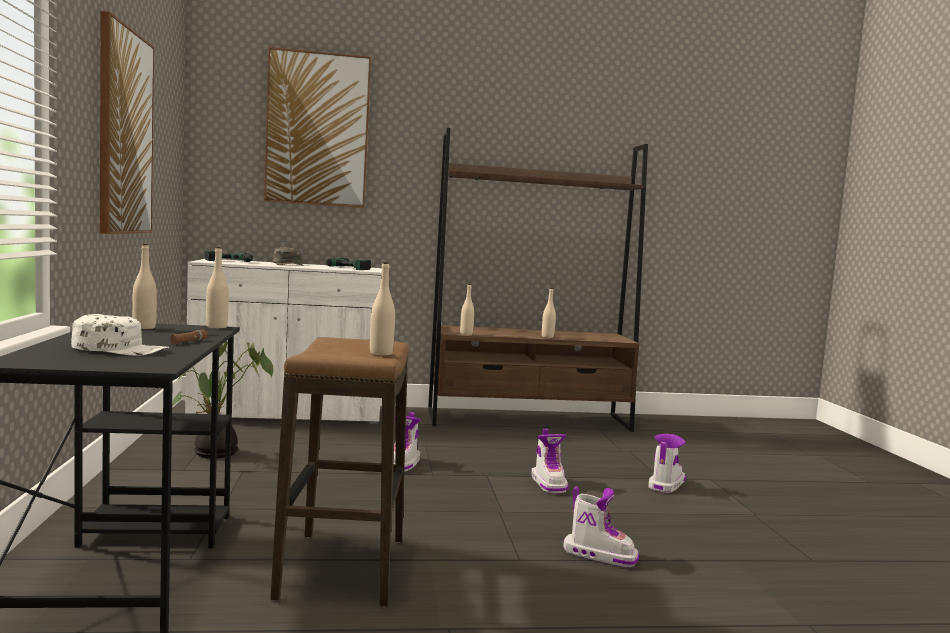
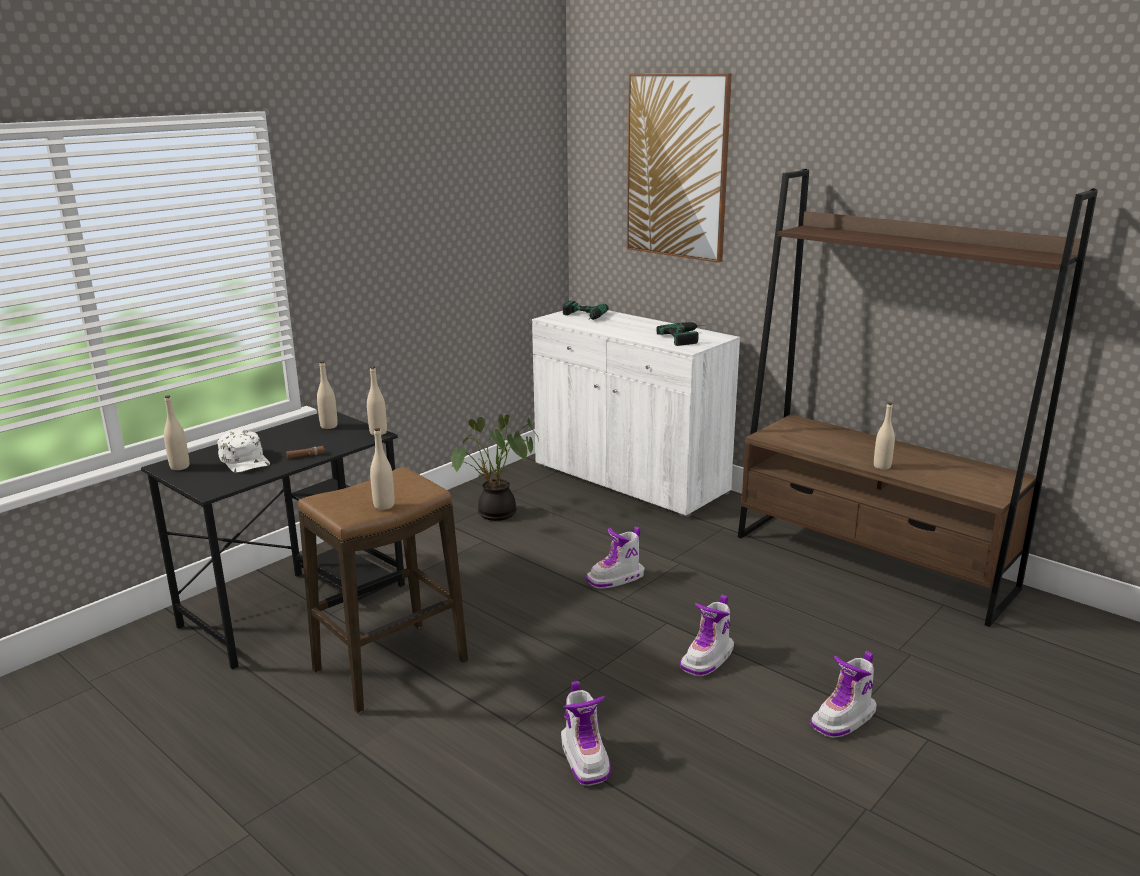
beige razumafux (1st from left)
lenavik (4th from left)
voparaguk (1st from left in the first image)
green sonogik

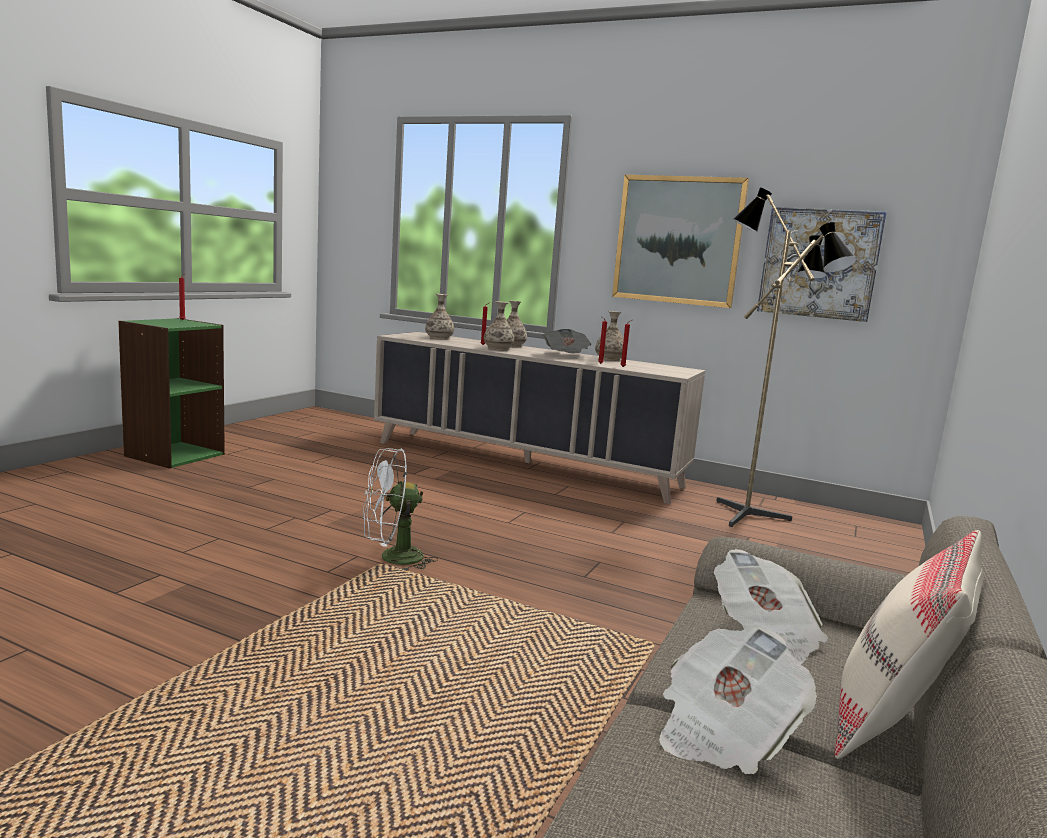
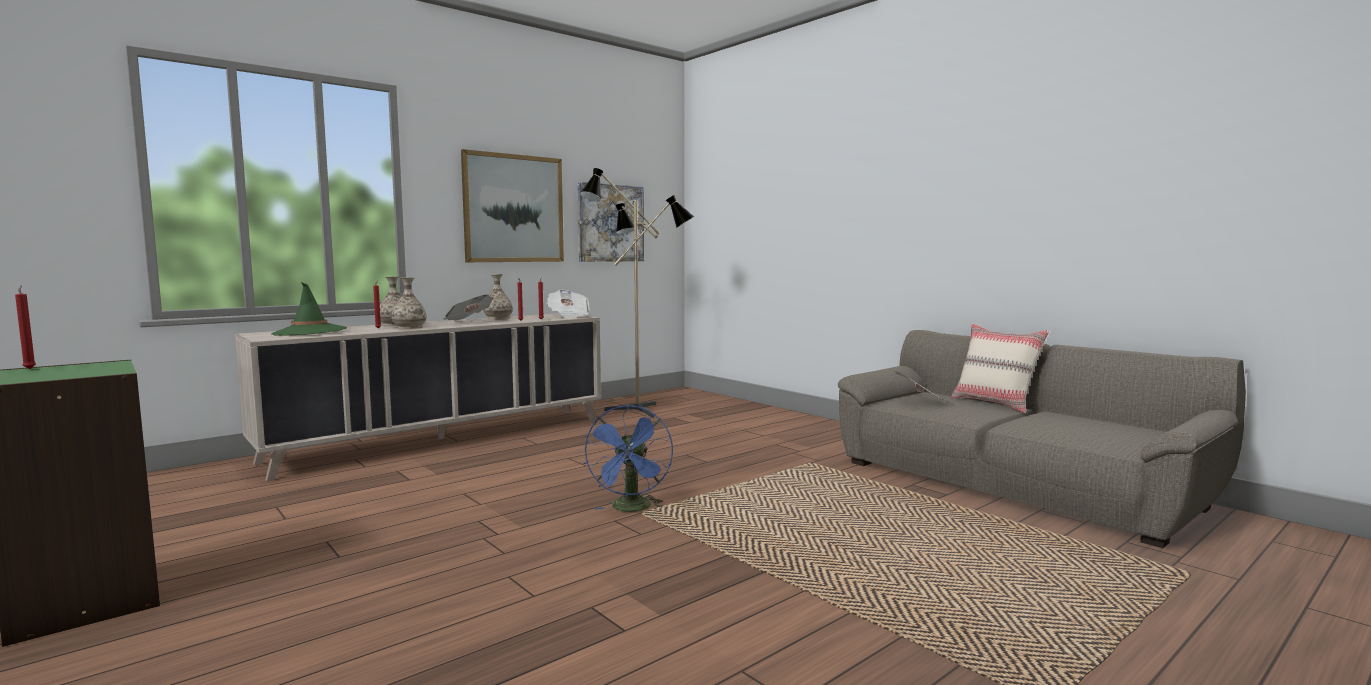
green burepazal
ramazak (2nd from left)
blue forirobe

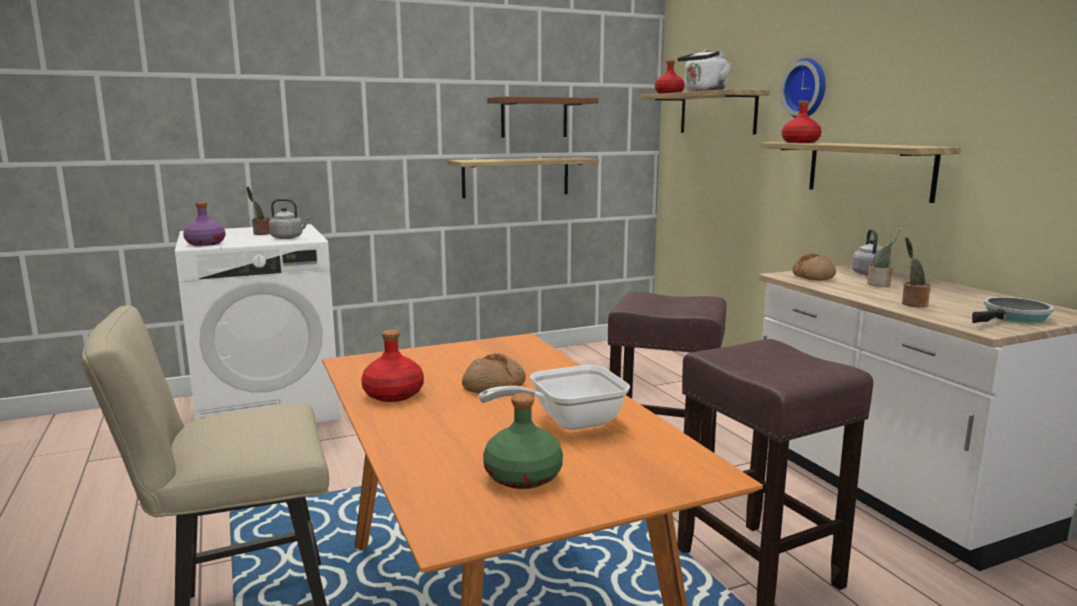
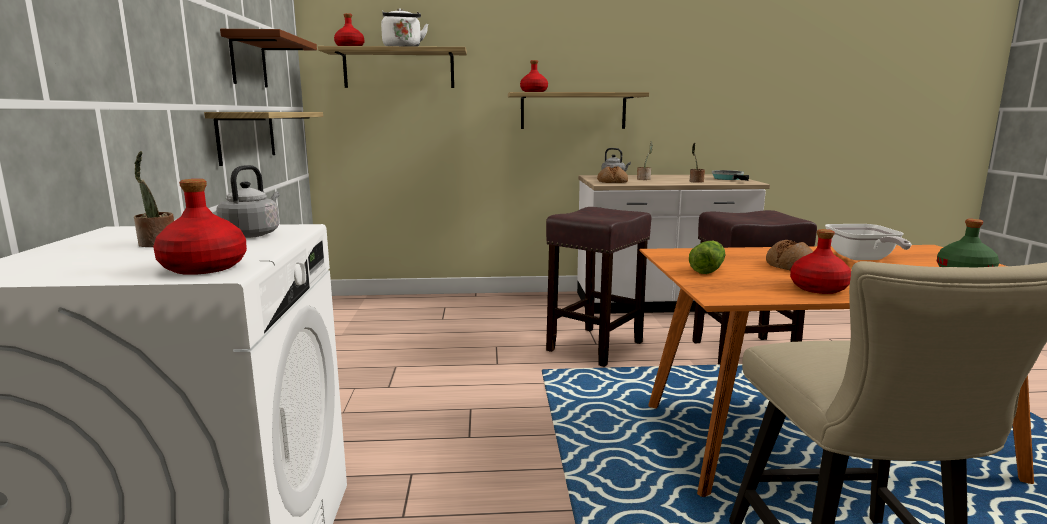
red razumafux (1st from left)
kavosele
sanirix

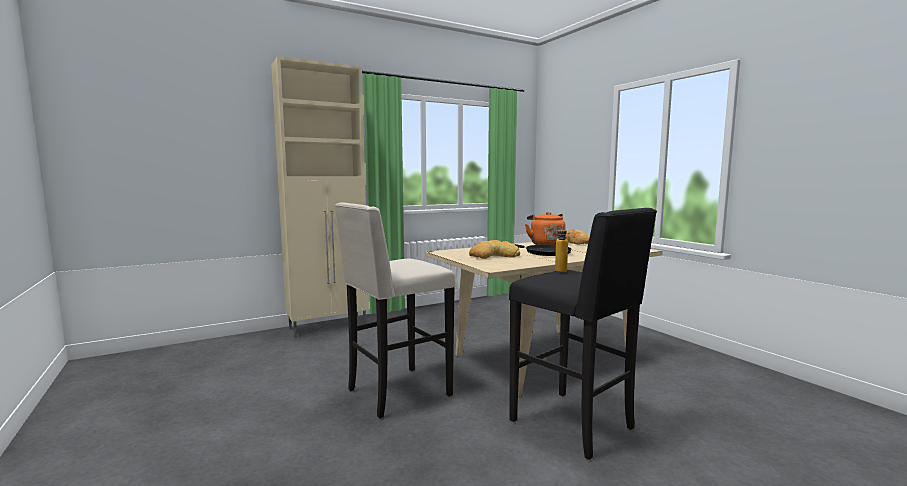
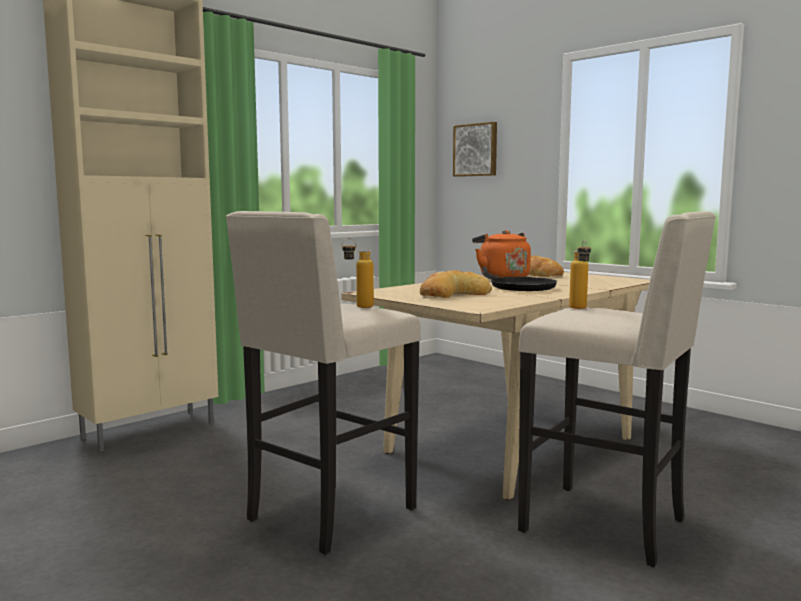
razumafux (1st from left)
voparaguk
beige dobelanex (2nd from left)

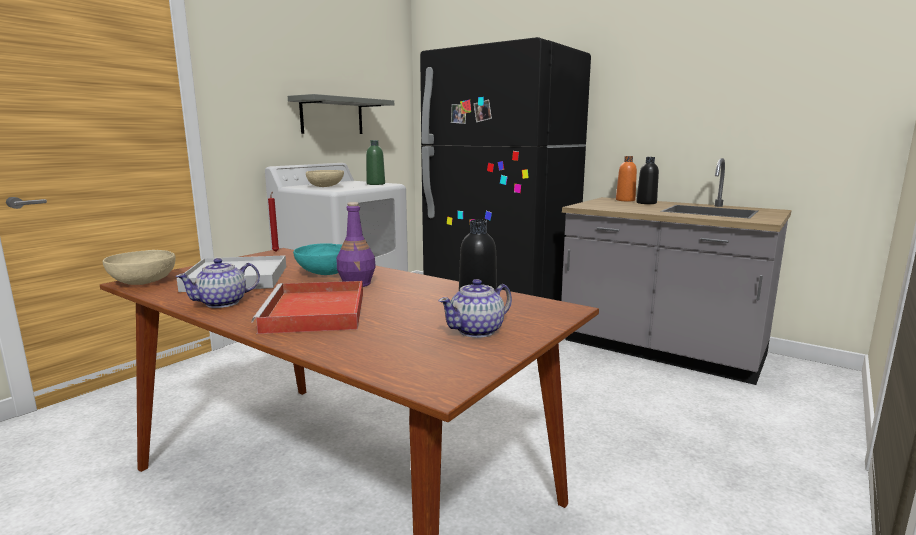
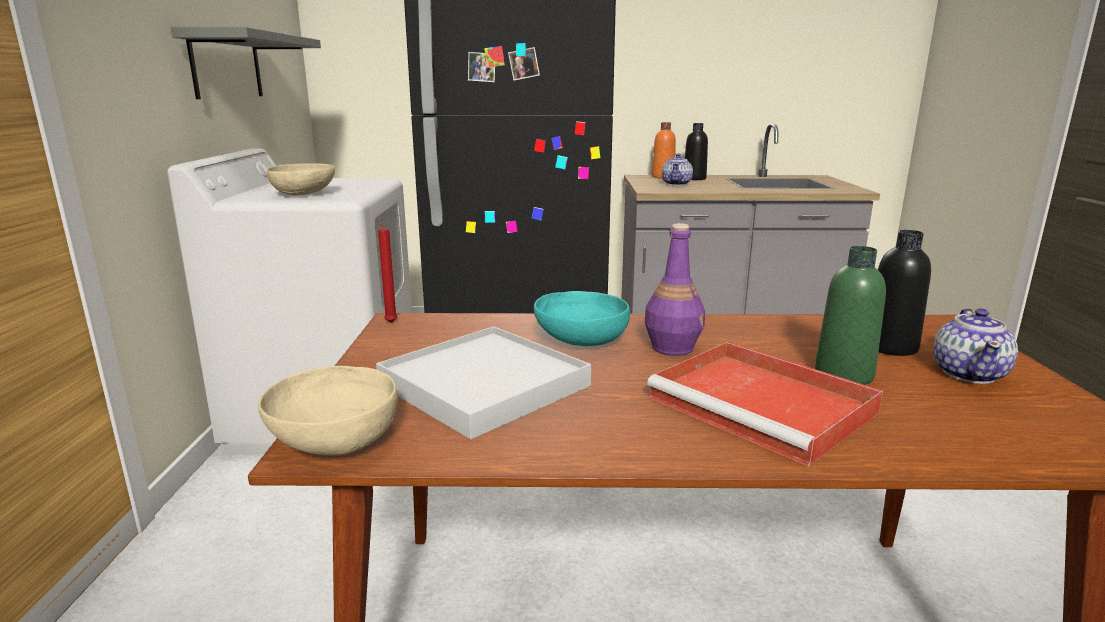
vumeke (1st from left)
green razumafux

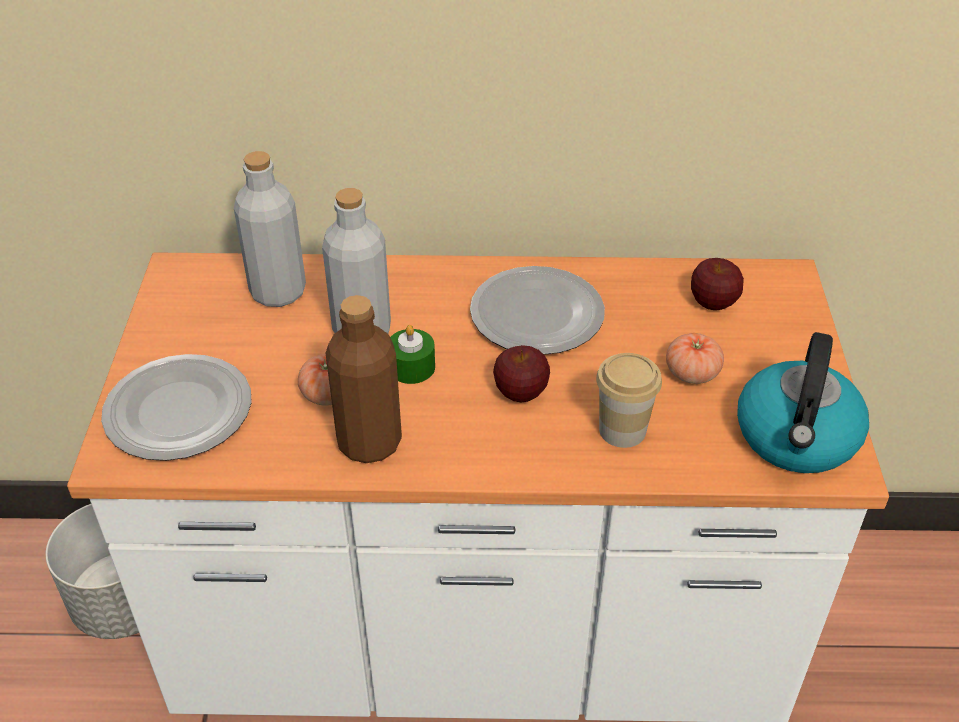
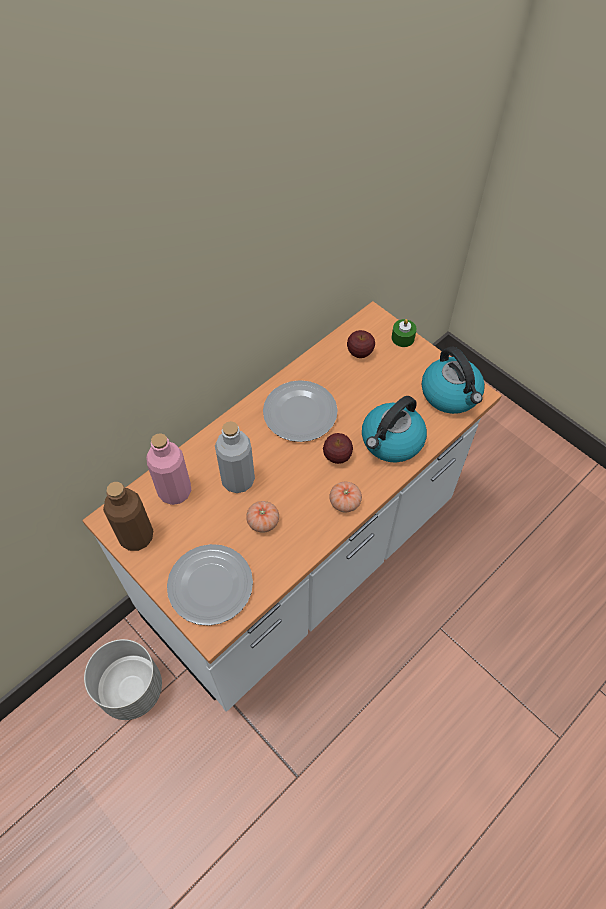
brown razumafux
pink razumafux
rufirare (2nd from left)
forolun (1st from left)
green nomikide

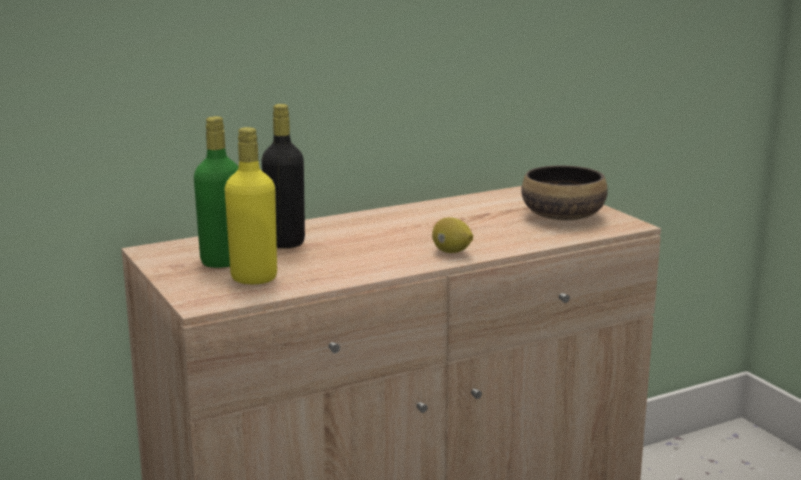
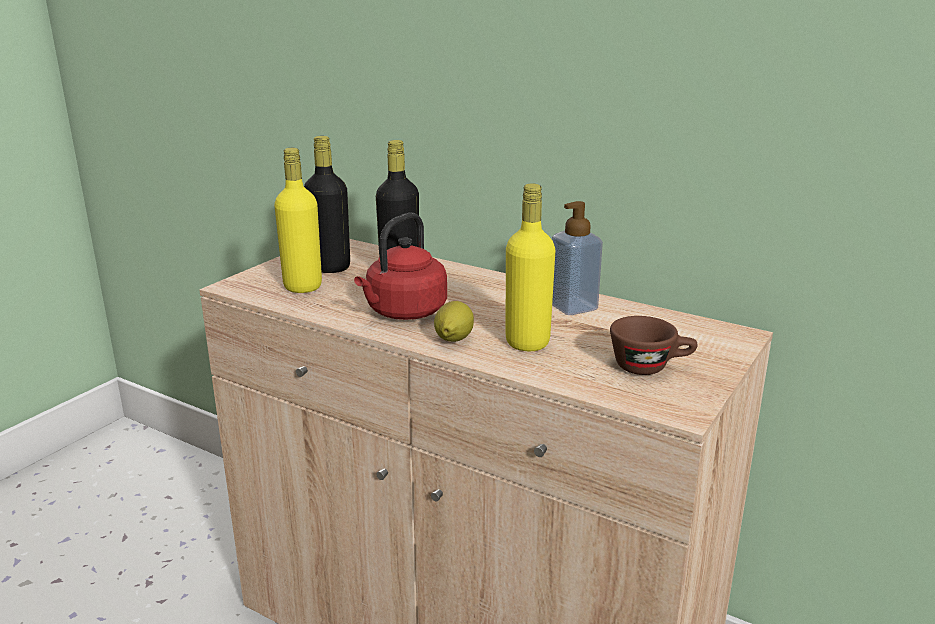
black razumafux (1st from left)
red forolun
yellow razumafux (2nd from left)
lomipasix
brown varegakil

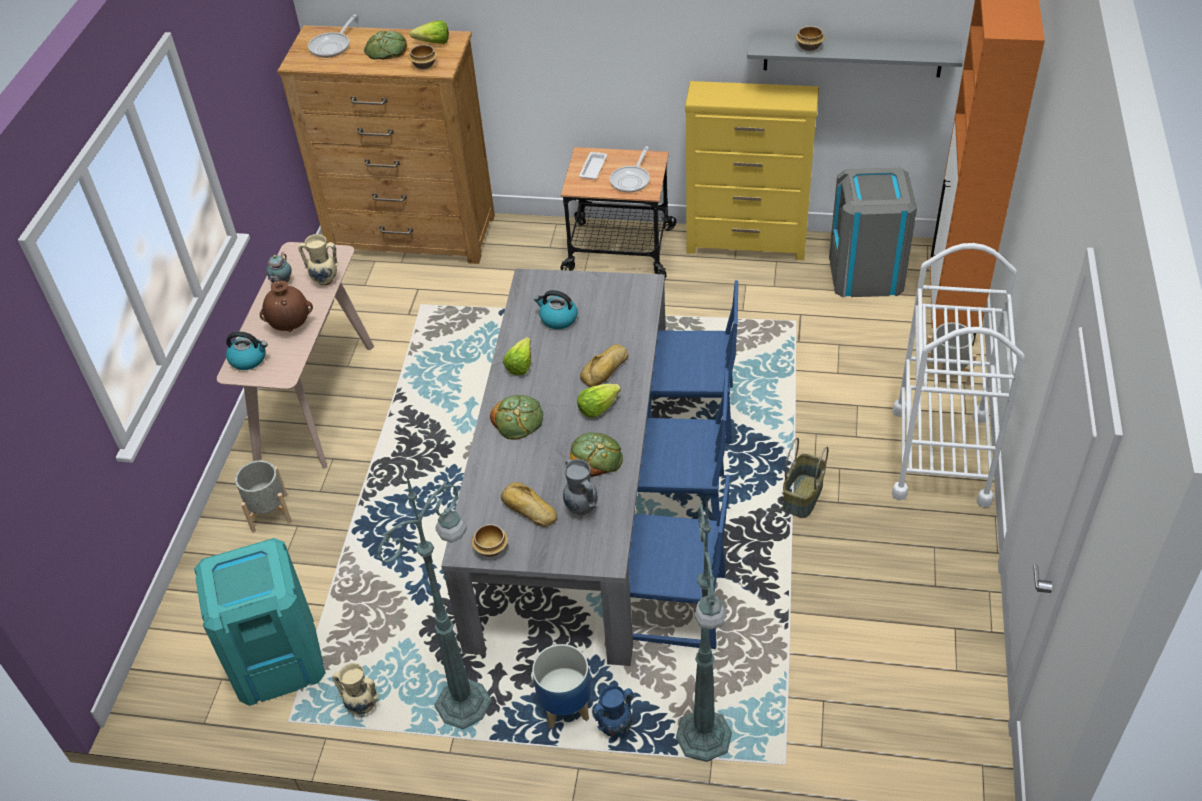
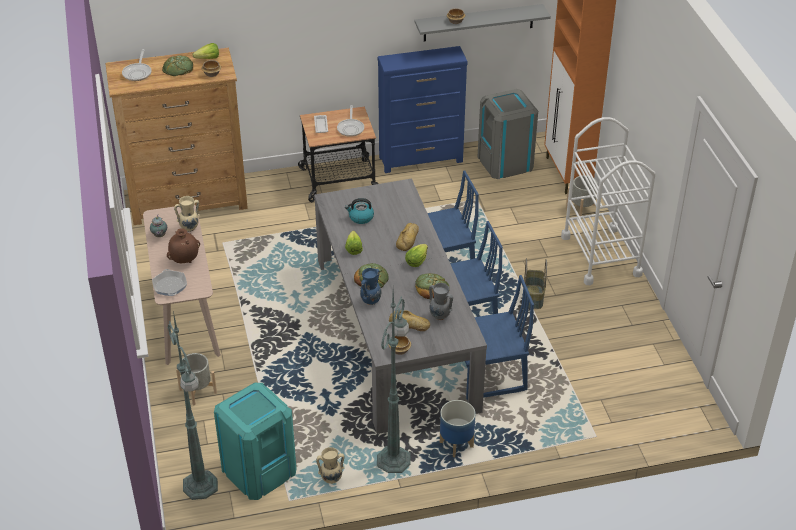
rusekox (2nd from left)
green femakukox (1st from left)
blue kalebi
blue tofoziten

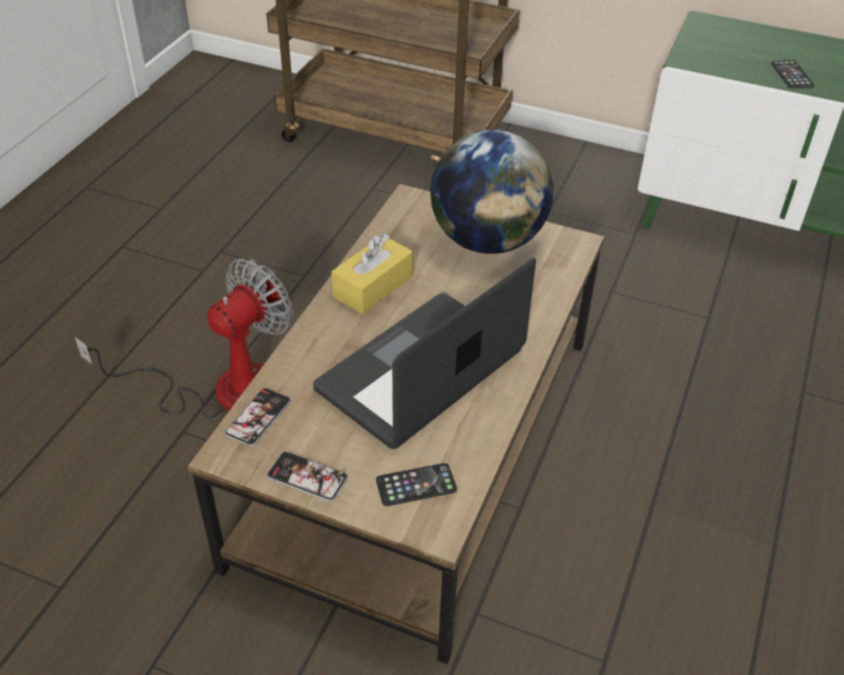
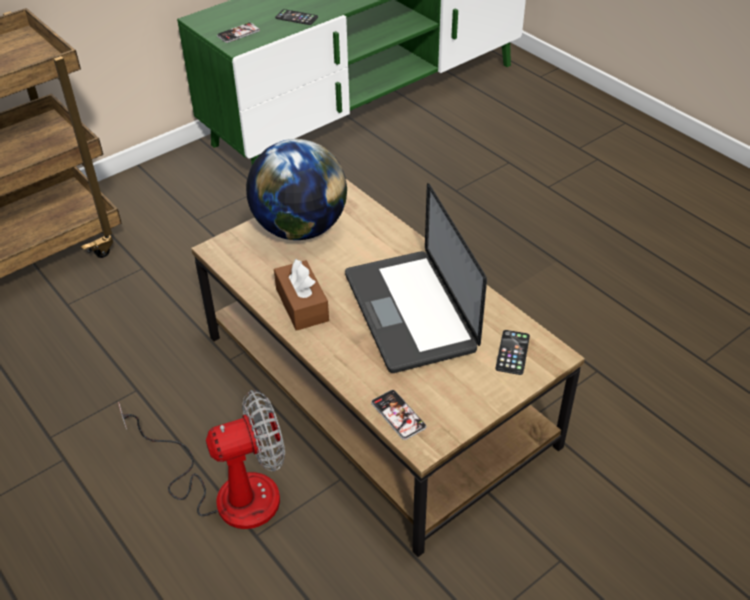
forirobe
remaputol (1st from left)
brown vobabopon

